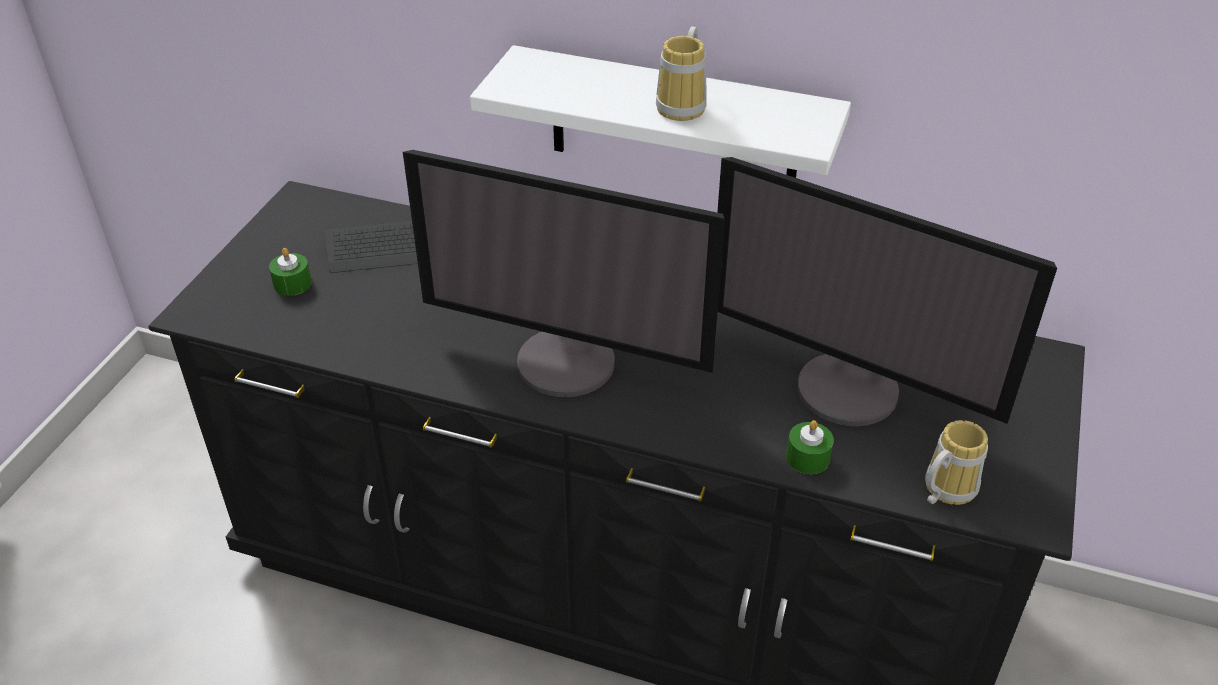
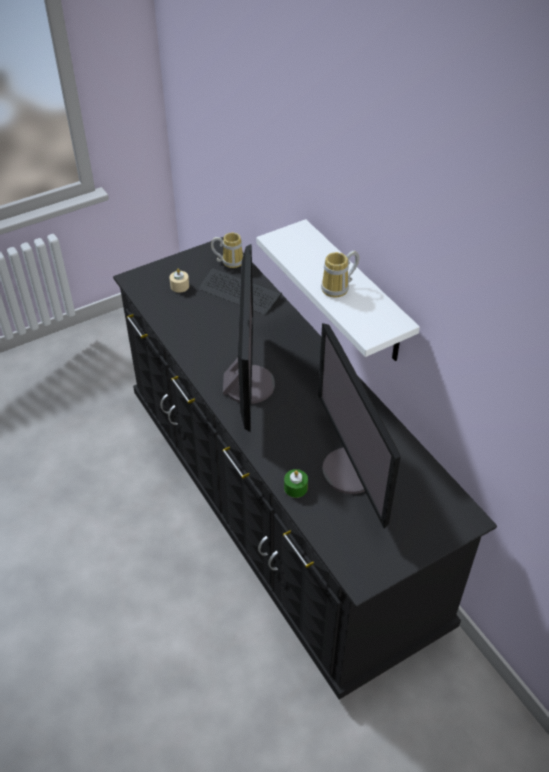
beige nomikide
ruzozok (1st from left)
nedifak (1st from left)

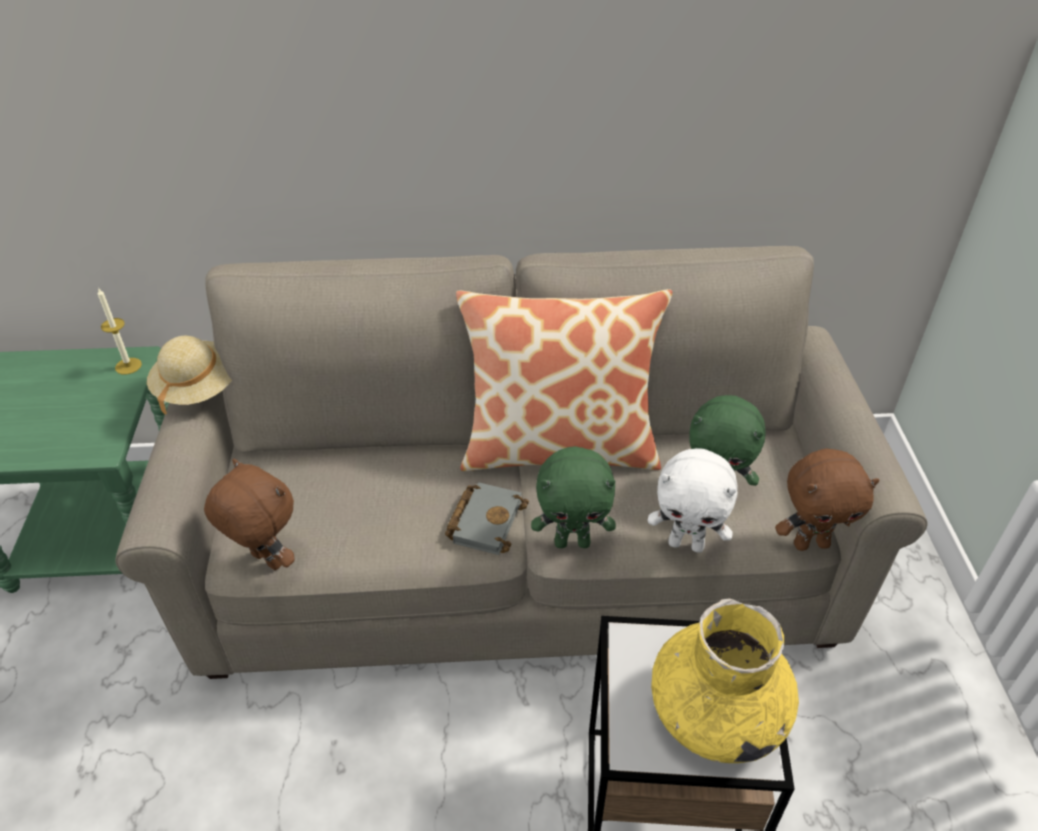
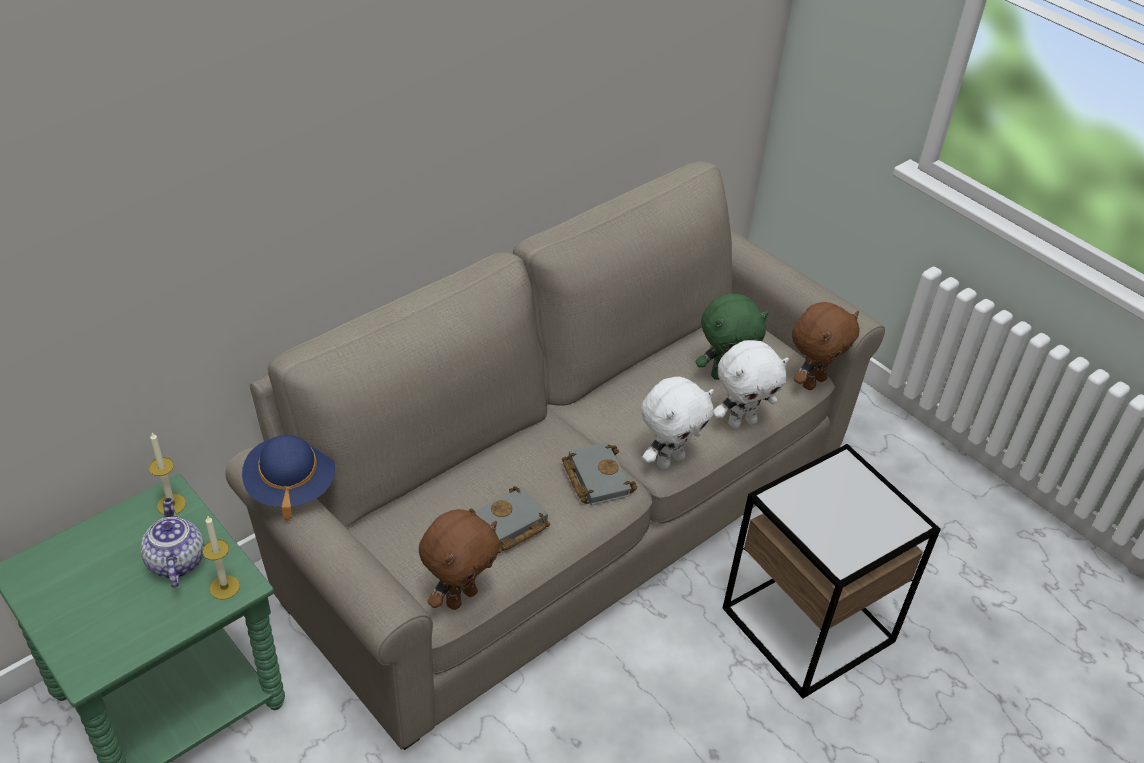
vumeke
nomikide (2nd from left)
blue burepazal
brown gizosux (1st from left)
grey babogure (1st from left)
white gizosux (1st from left)
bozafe
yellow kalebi

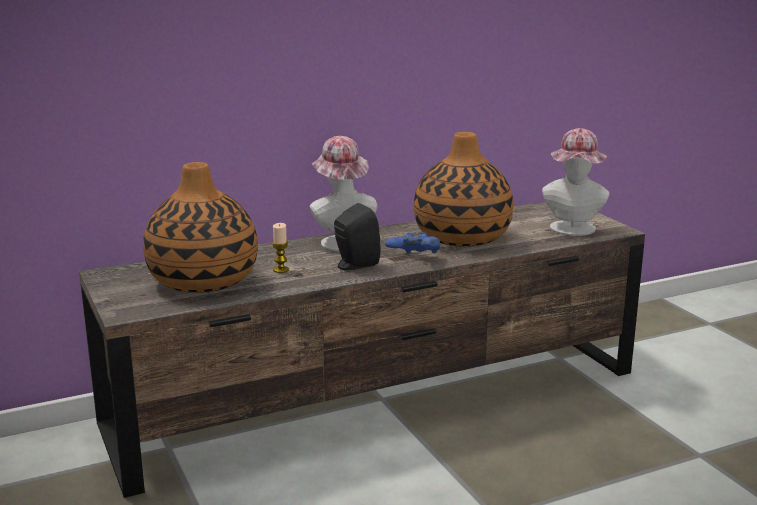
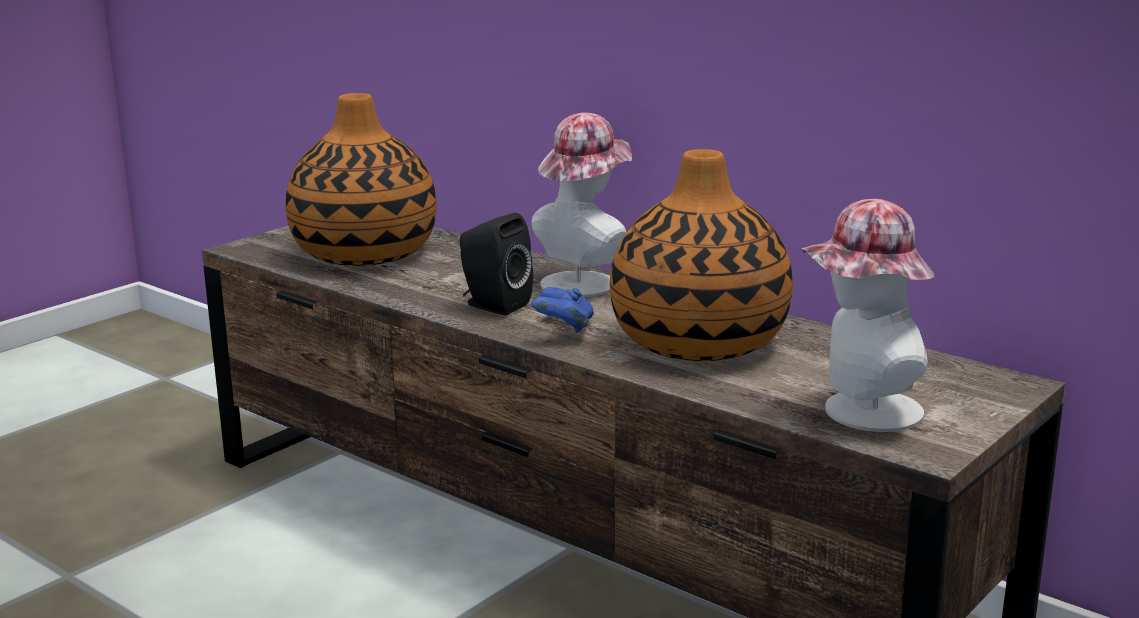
nomikide

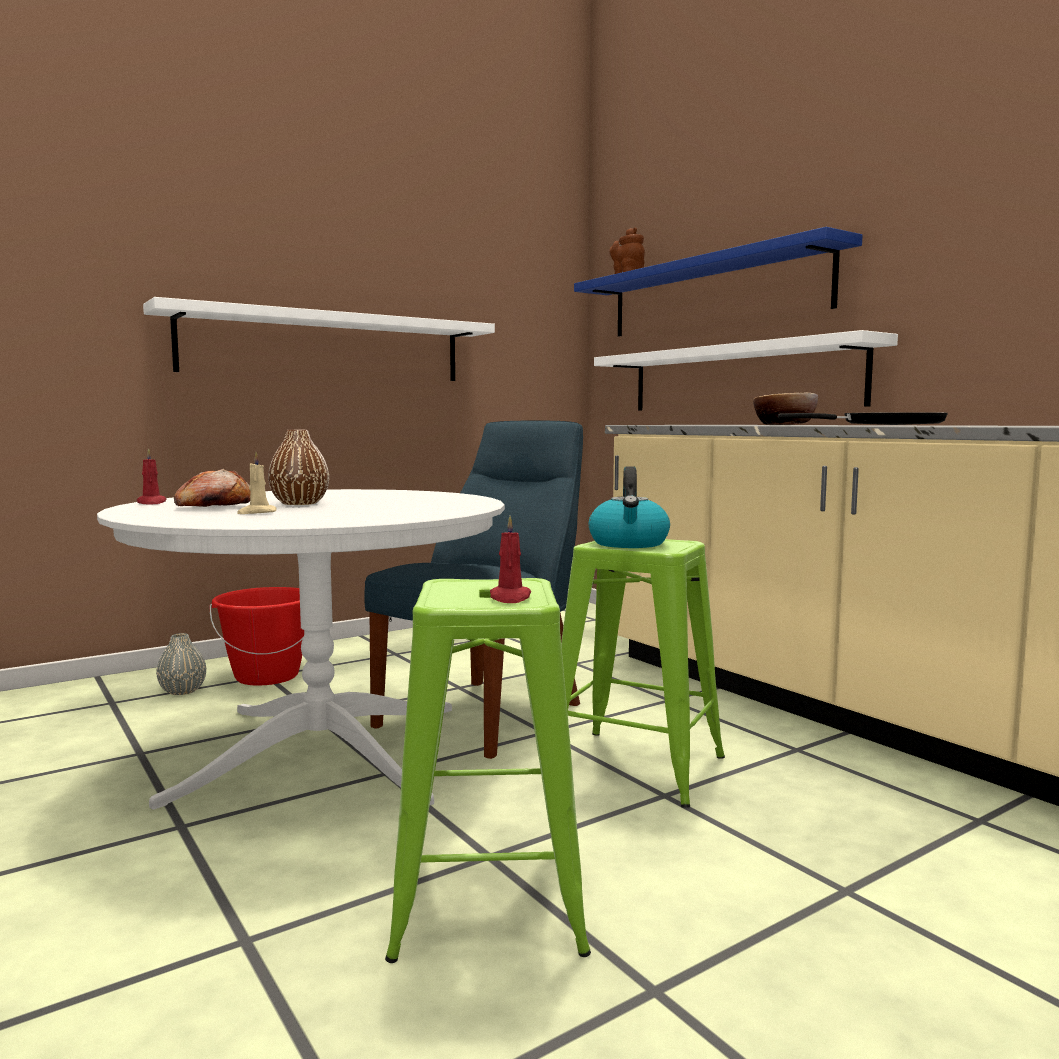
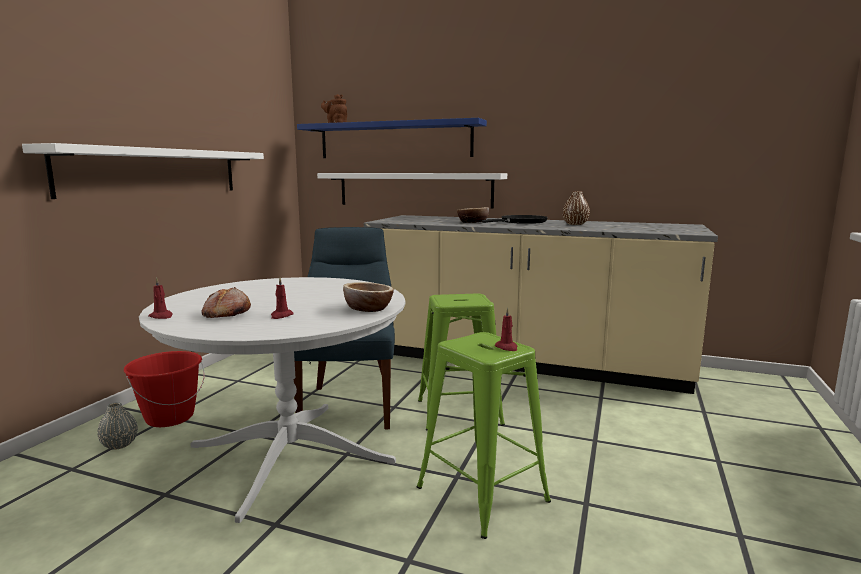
red nomikide (2nd from left)
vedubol (1st from left)
brown kalebi
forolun

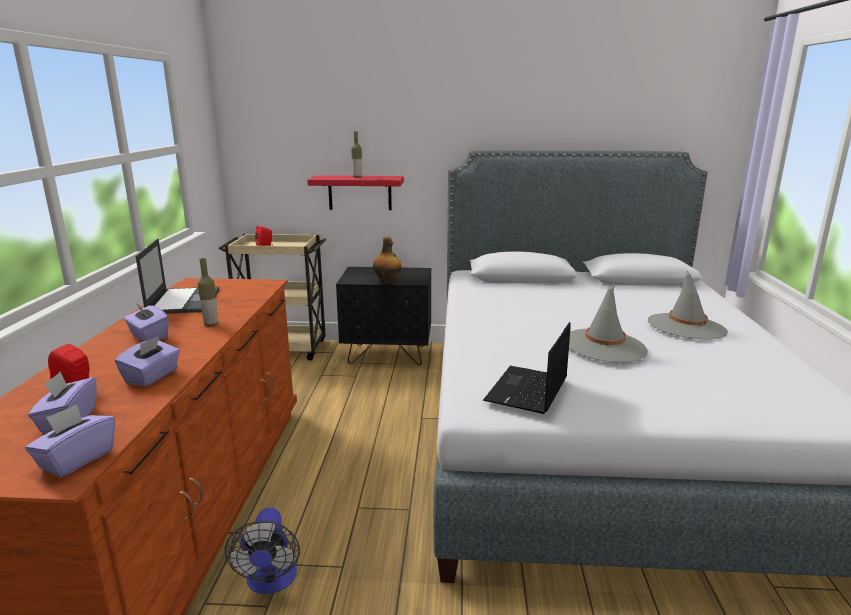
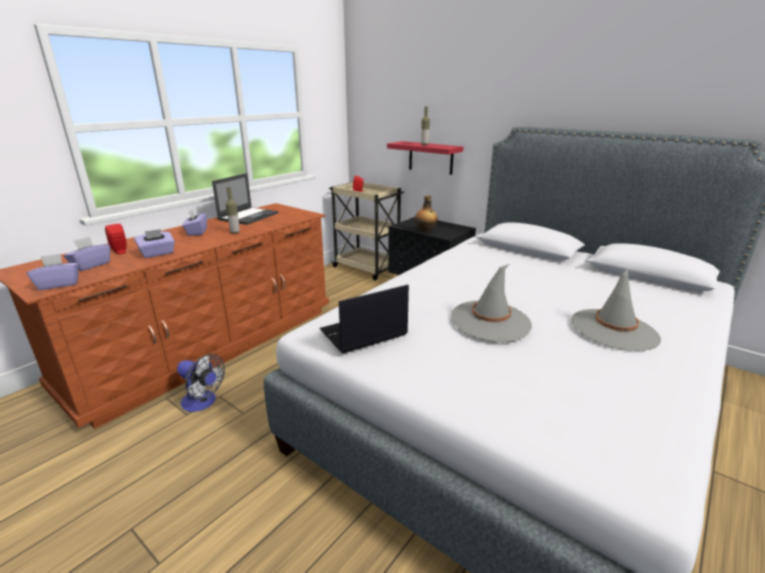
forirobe

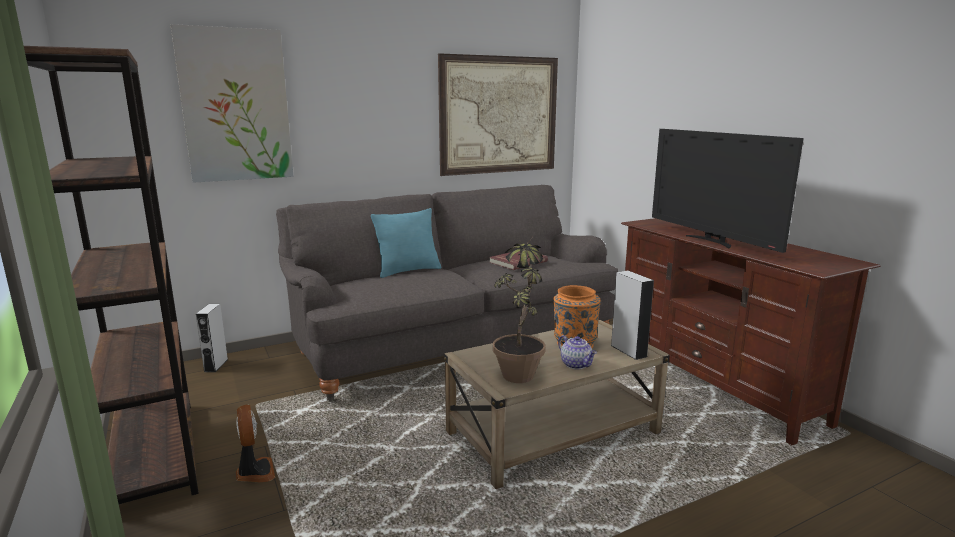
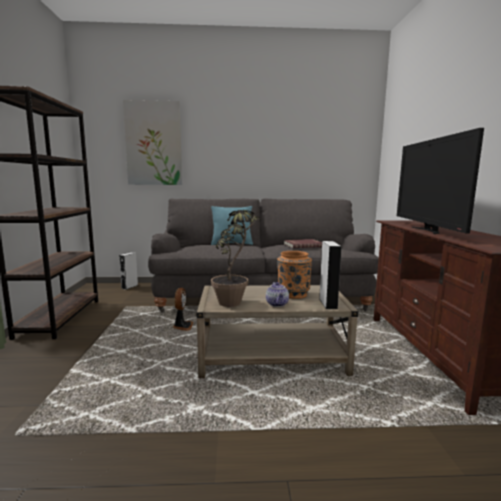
forirobe
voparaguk (2nd from left in the first image)

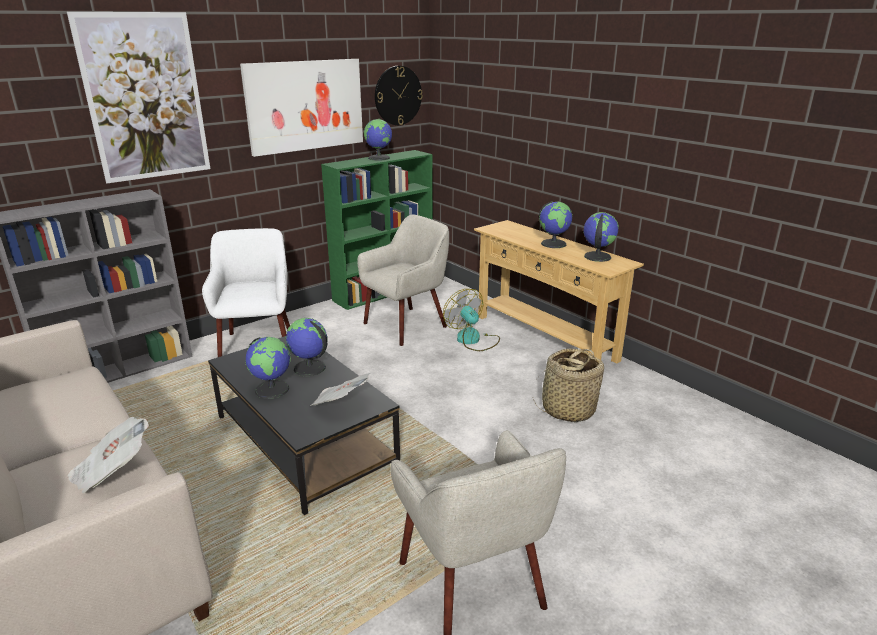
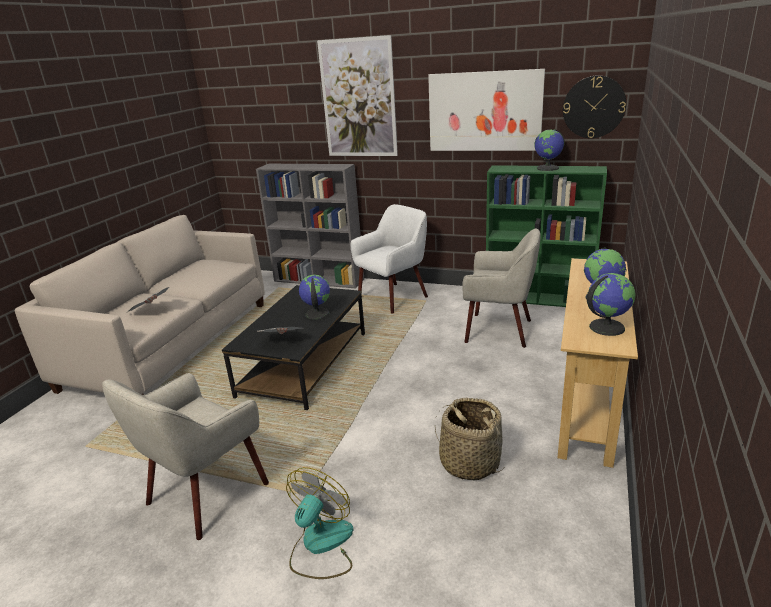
forirobe
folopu (1st from left in the first image)

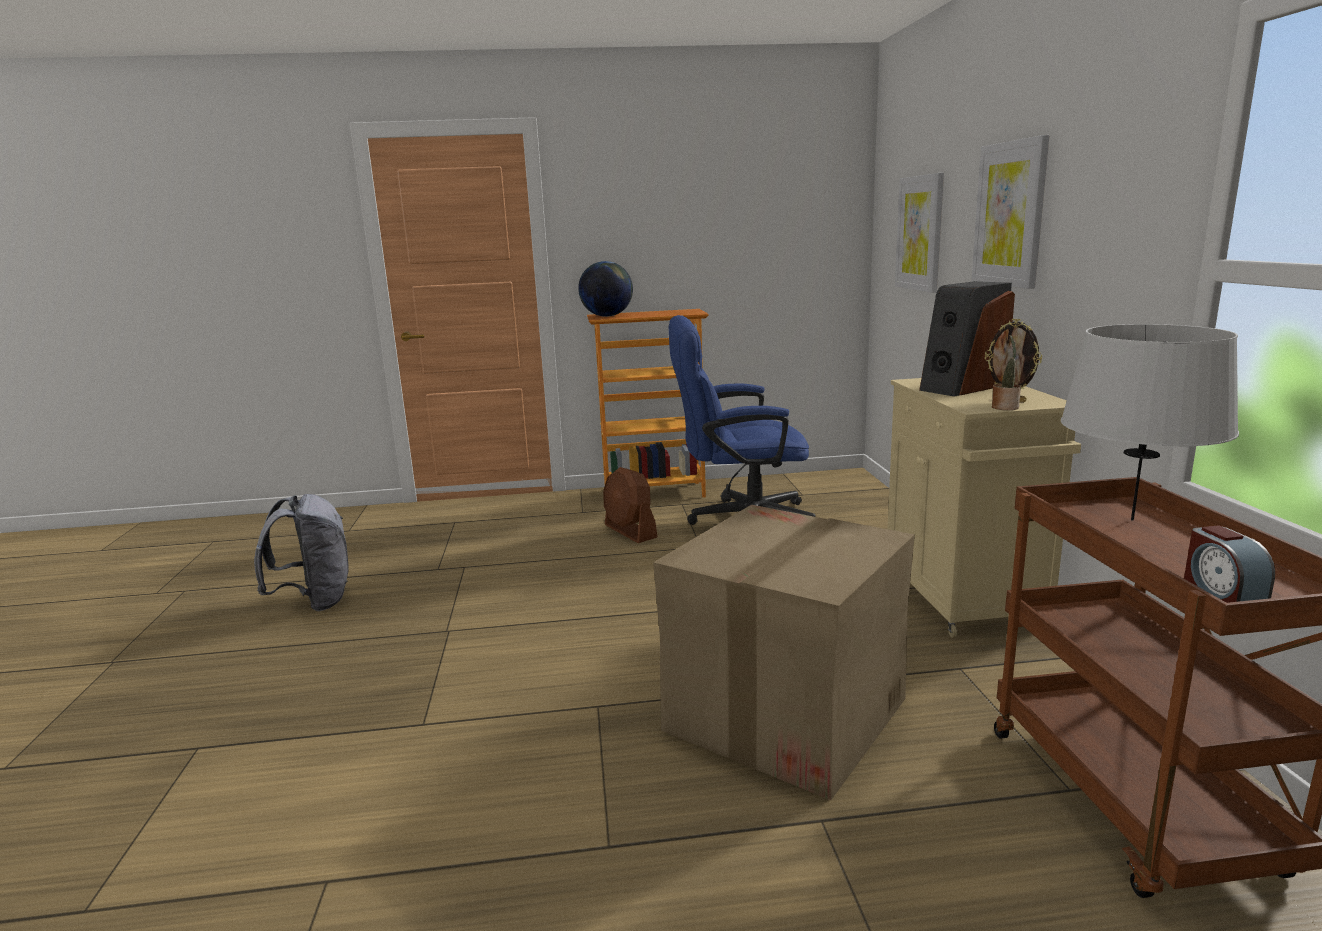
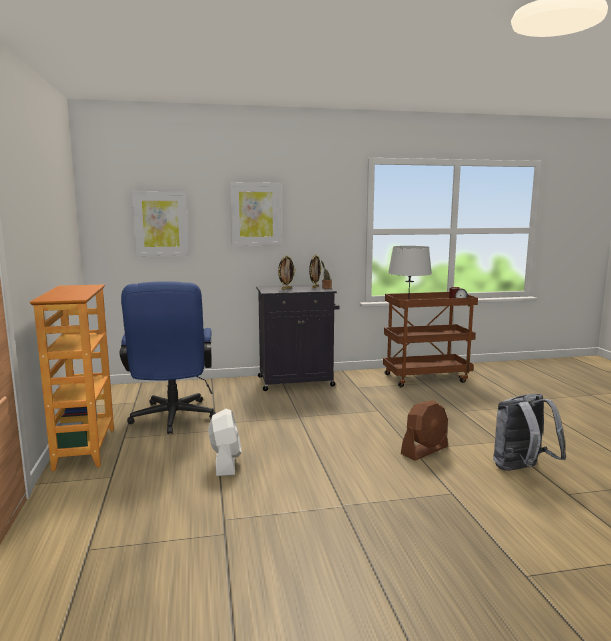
white forirobe
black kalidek
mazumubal (1st from left)
brown forirobe
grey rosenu
folopu
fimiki

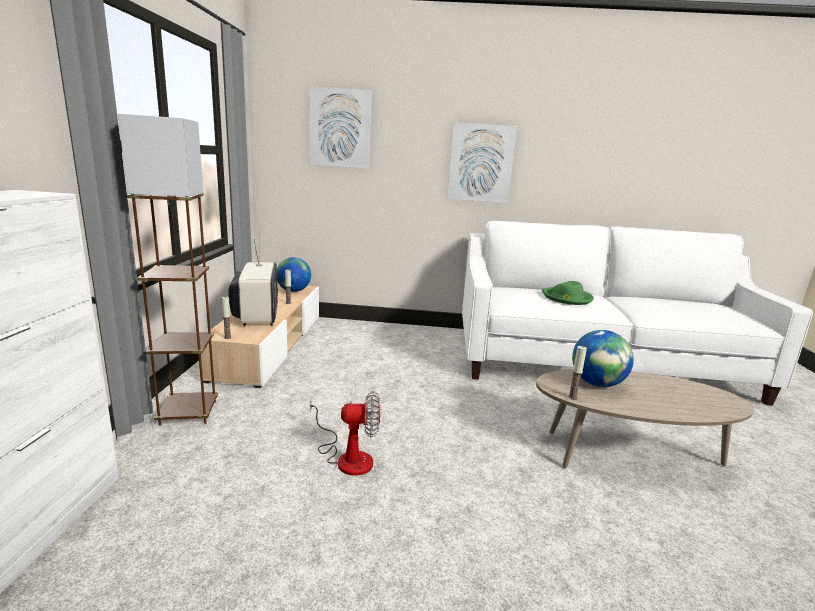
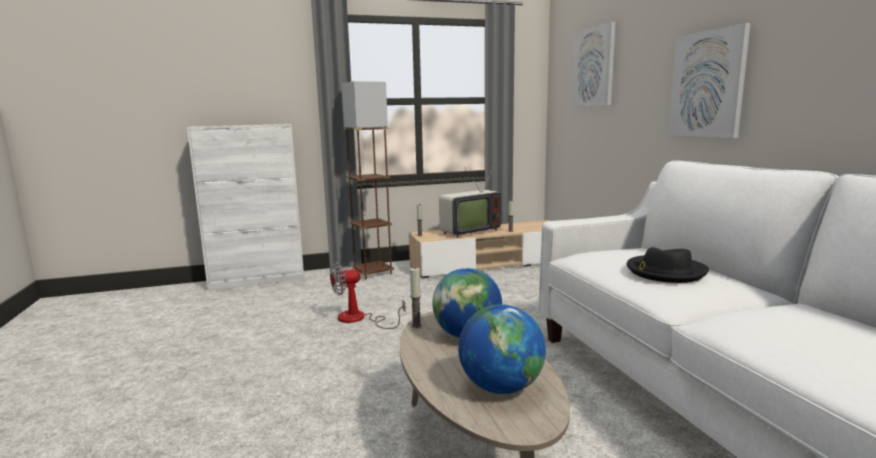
forirobe
folopu (2nd from left)
black burepazal

